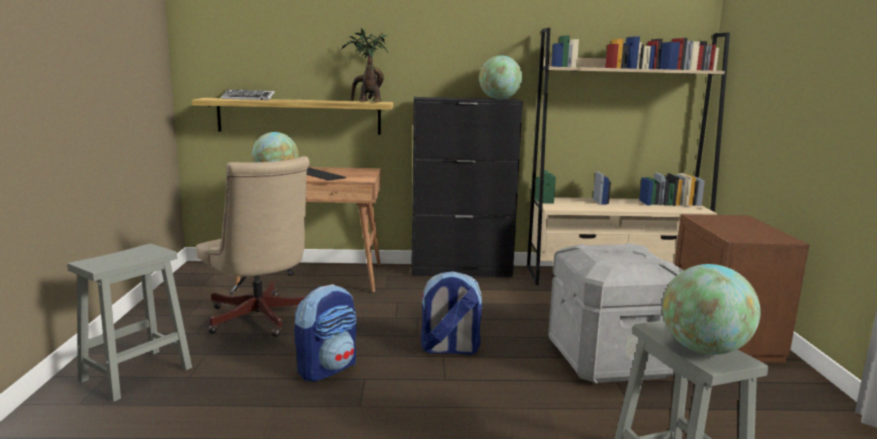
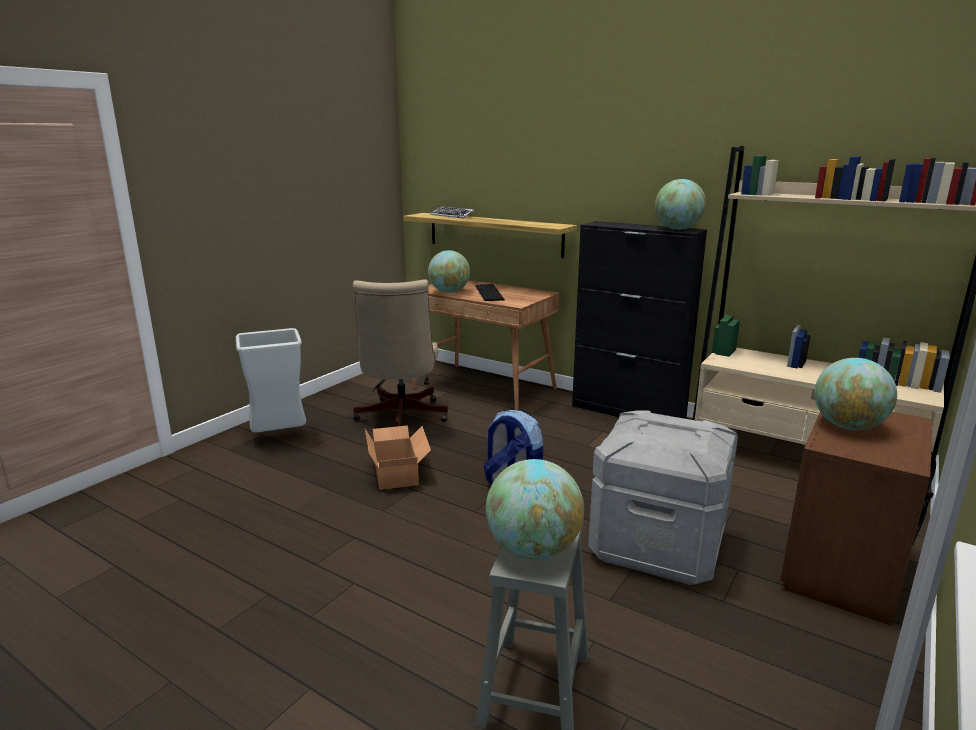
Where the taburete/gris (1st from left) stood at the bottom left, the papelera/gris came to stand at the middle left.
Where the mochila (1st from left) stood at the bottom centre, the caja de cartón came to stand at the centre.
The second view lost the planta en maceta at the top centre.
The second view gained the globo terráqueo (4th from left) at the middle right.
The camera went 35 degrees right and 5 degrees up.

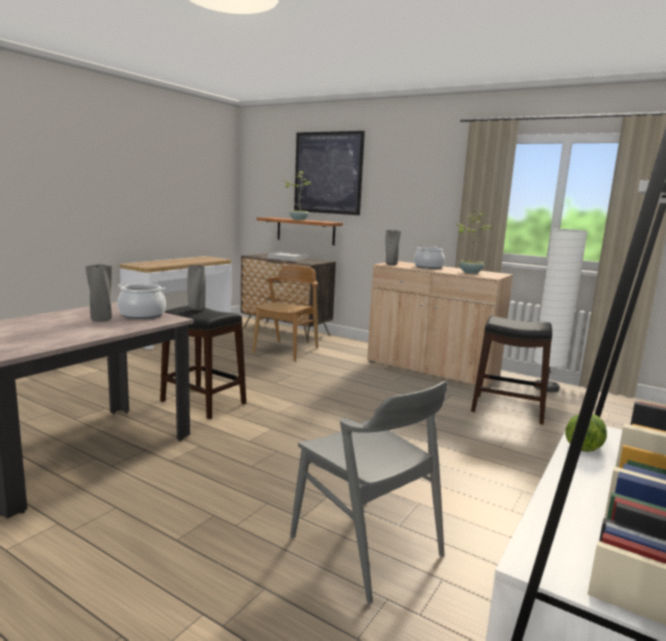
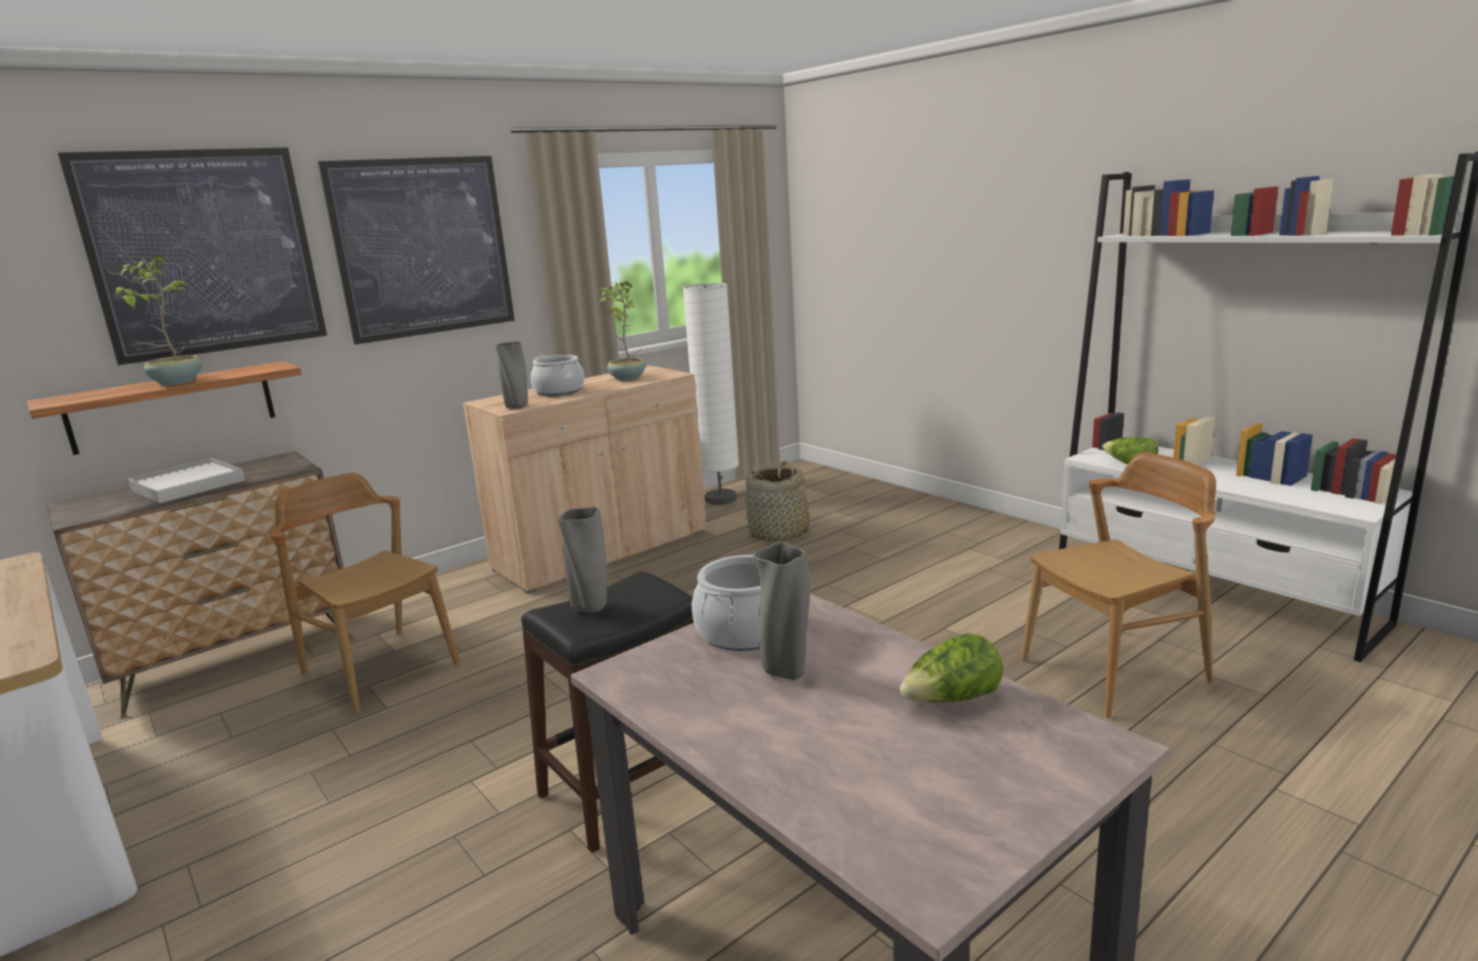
What was the silla/gris at the bottom centre turned into the silla/marrón (2nd from left) at the middle right.
Where the taburete/negro (2nd from left) stood at the middle right, the cesta came to stand at the centre.
The second view gained the cuadro (2nd from left) at the top left.
The second view gained the lechuga (1st from left) at the bottom centre.
The camera went 70 degrees left and 5 degrees up.

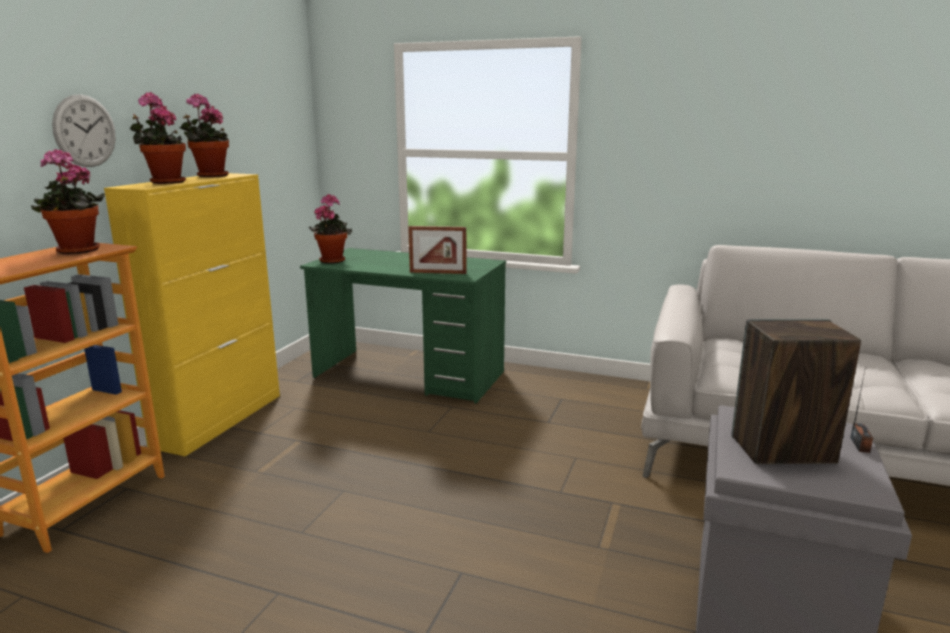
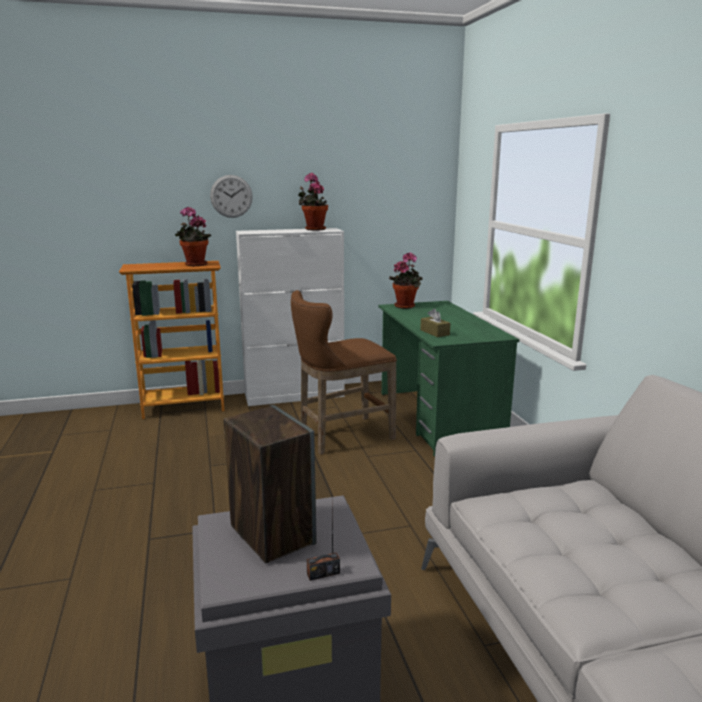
What was the armario/amarillo at the middle left turned into the armario/blanco at the centre.
The second view lost the planta en maceta (2nd from left) at the top left.
Where the portarretratos stood at the centre, the caja de pañuelos/marrón came to stand at the centre.
The second view gained the taburete/marrón at the centre.
The camera went 55 degrees right and 0 degrees up.

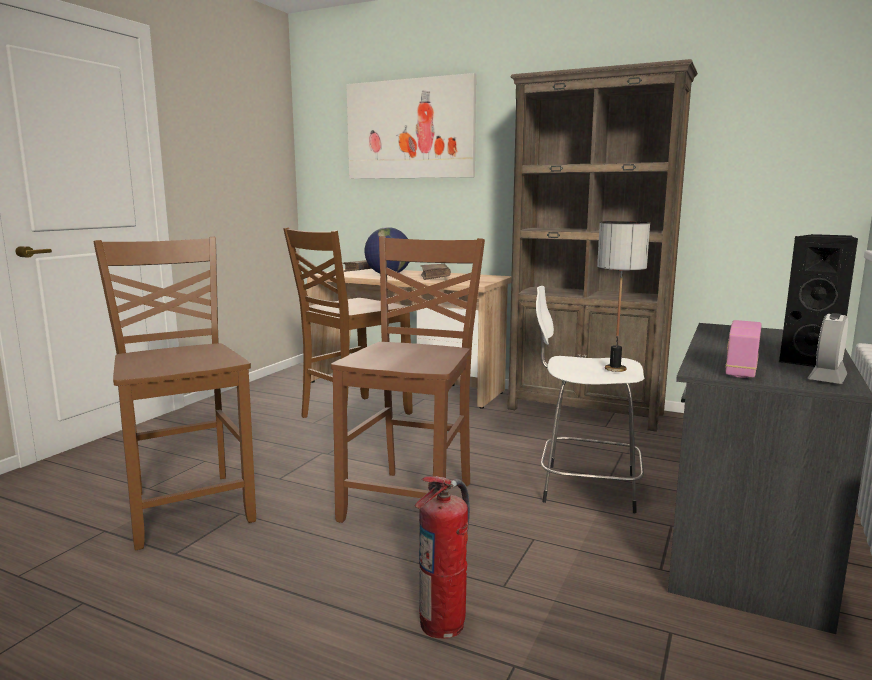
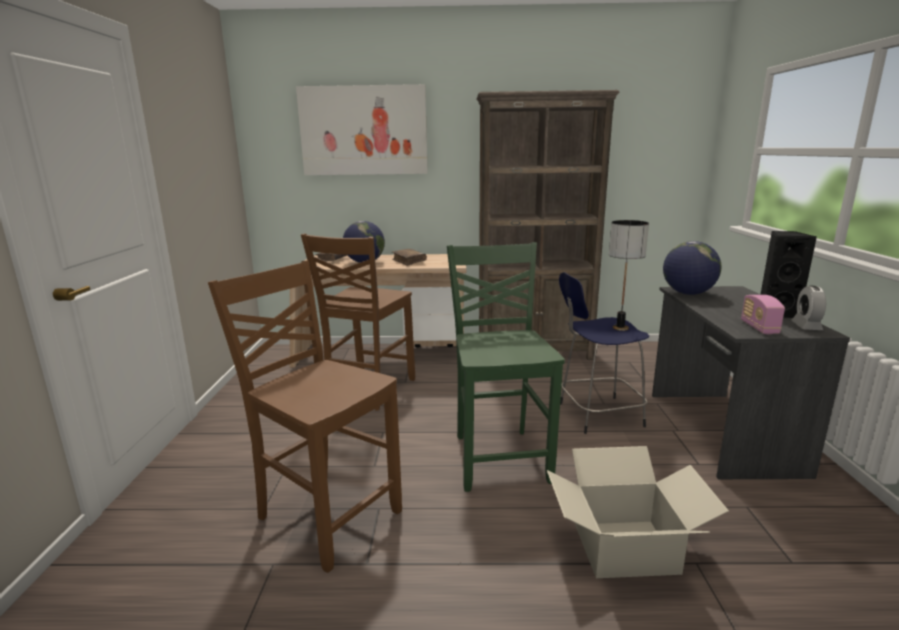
What was the silla/marrón (3rd from left) at the centre turned into the silla/verde at the centre.
Where the extintor stood at the bottom centre, the caja de cartón came to stand at the bottom right.
What was the taburete/blanco at the middle right turned into the taburete/azul at the middle right.
The second view gained the globo terráqueo (2nd from left) at the middle right.
The camera went 25 degrees left and 5 degrees up.

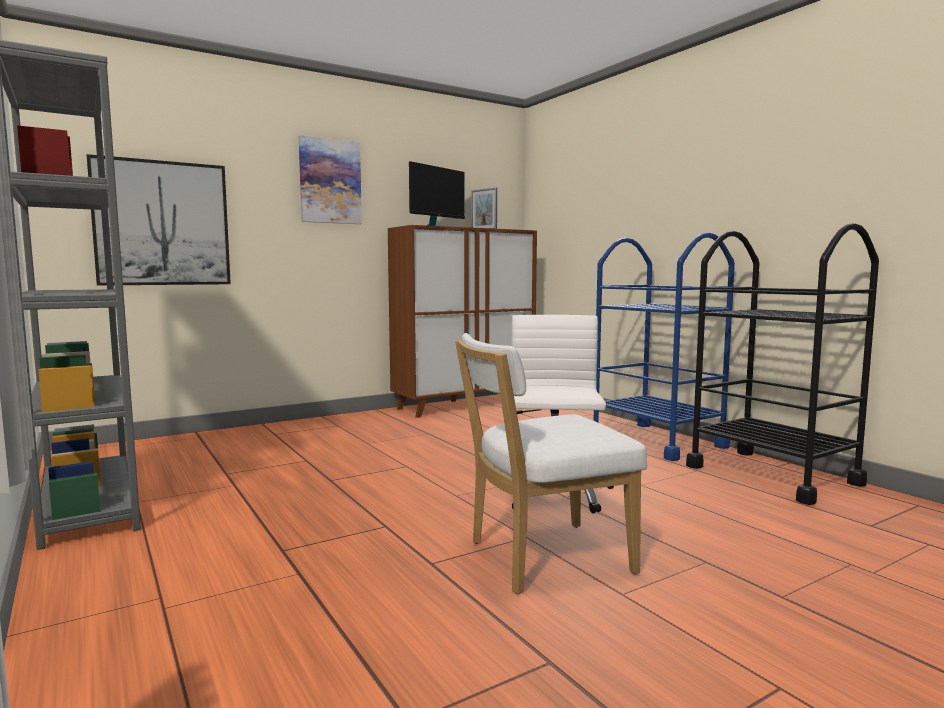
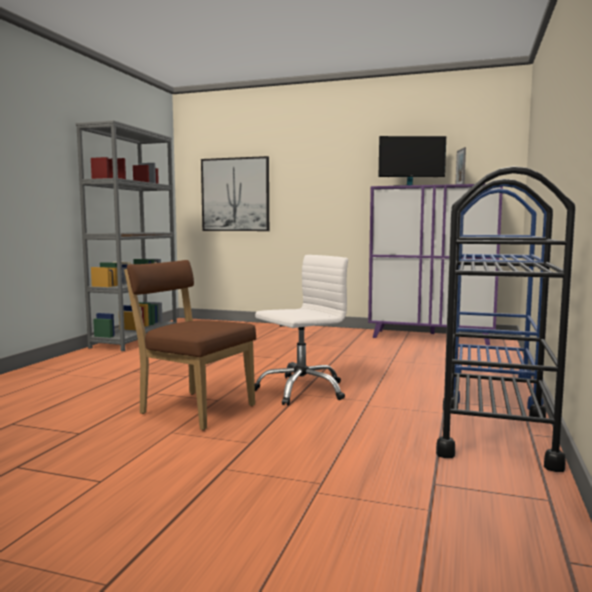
The second view lost the cuadro (2nd from left) at the top centre.
What was the armario/marrón at the centre turned into the armario/morado at the middle right.
What was the silla/blanco at the centre turned into the silla/marrón at the middle left.
The camera went 50 degrees right and 0 degrees up.

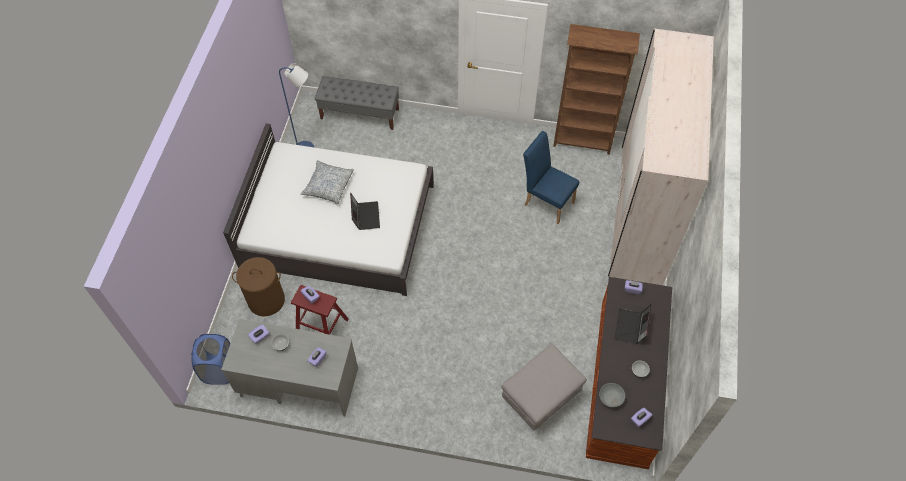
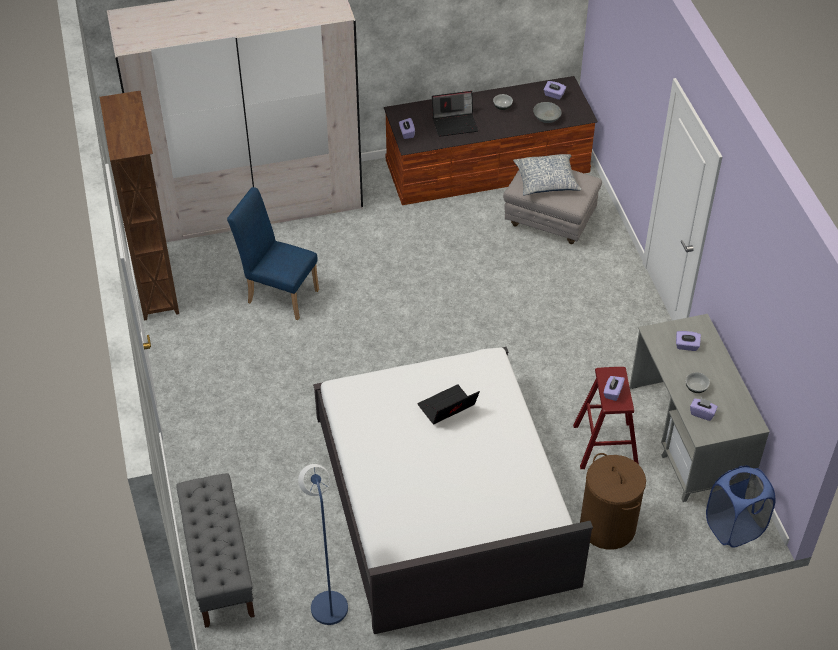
The cojín ended up elsewhere, having gone from the centre to the top centre.
The silla/azul at the centre ended up facing another way, 105 degrees clockwise from before.
The camera went 115 degrees left and 10 degrees down.

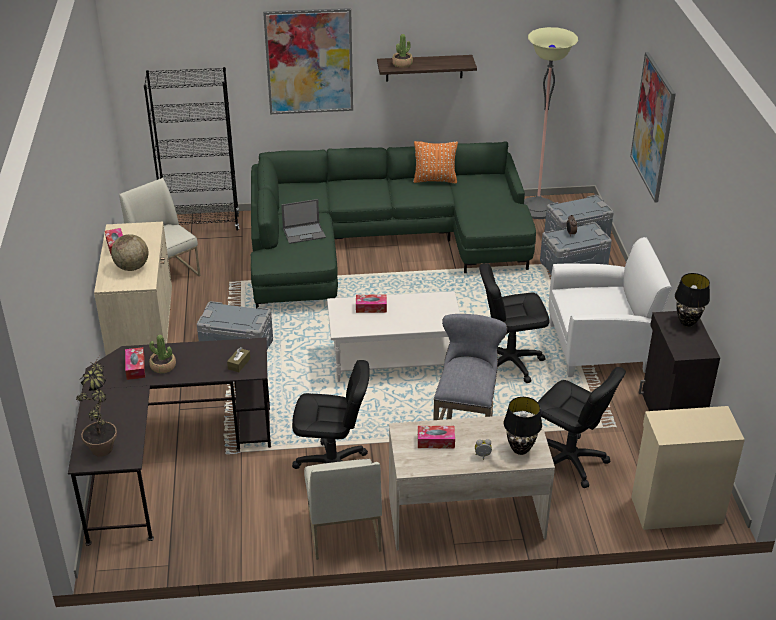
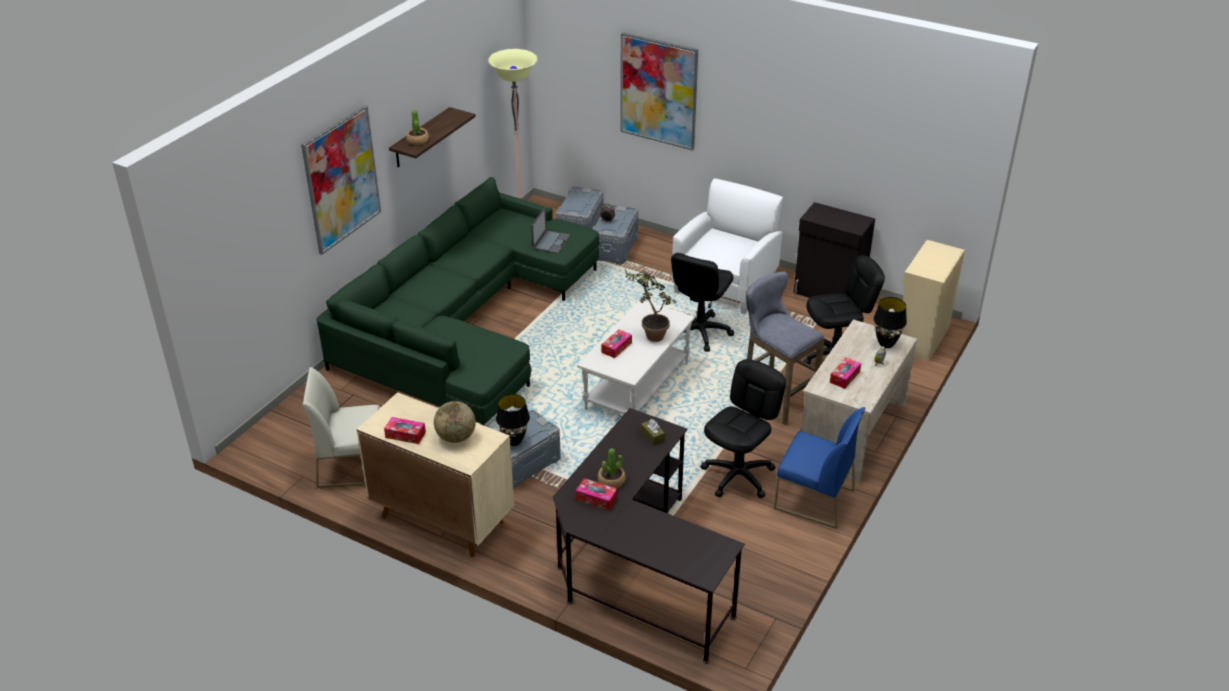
The planta en maceta (1st from left in the first image) ended up elsewhere, having gone from the middle left to the centre.
The second view lost the estantería/negro at the top left.
The portátil ended up elsewhere, having gone from the centre to the top centre.
What was the silla/blanco (2nd from left) at the bottom centre turned into the silla/azul at the bottom centre.
The second view lost the cojín/naranja at the top centre.
The lámpara de mesa/negro (2nd from left in the first image) ended up elsewhere, having gone from the middle right to the centre.
The camera went 55 degrees left and 0 degrees up.

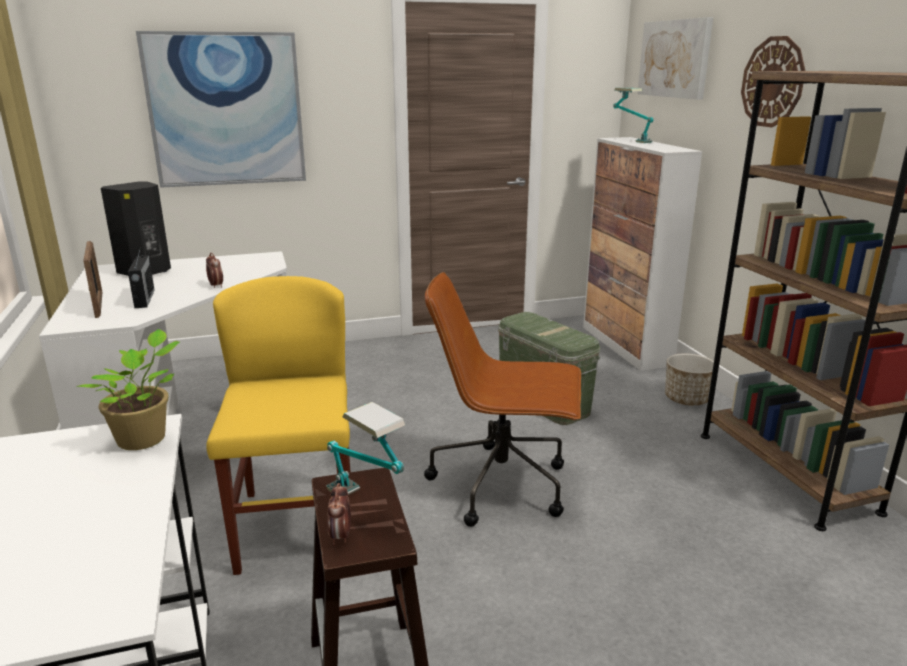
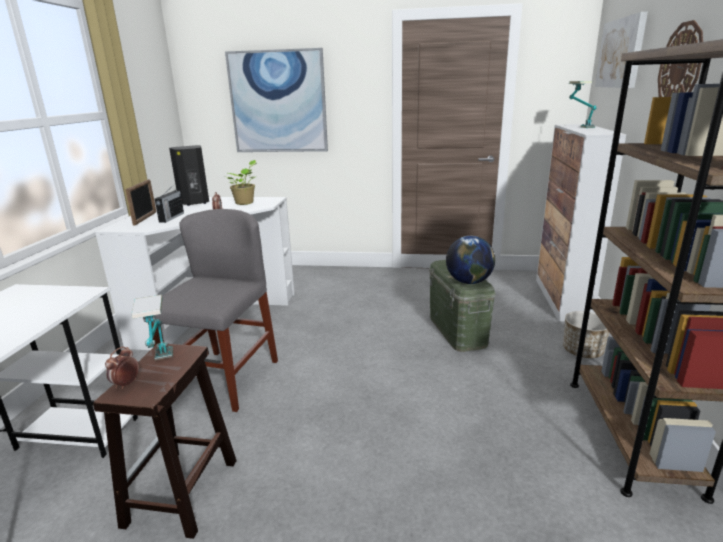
The planta en maceta ended up elsewhere, having gone from the middle left to the centre.
What was the silla/amarillo at the middle left turned into the silla/gris at the middle left.
The second view lost the silla de oficina/marrón at the centre.
The second view gained the globo terráqueo at the centre.
The camera went 25 degrees right and 0 degrees up.

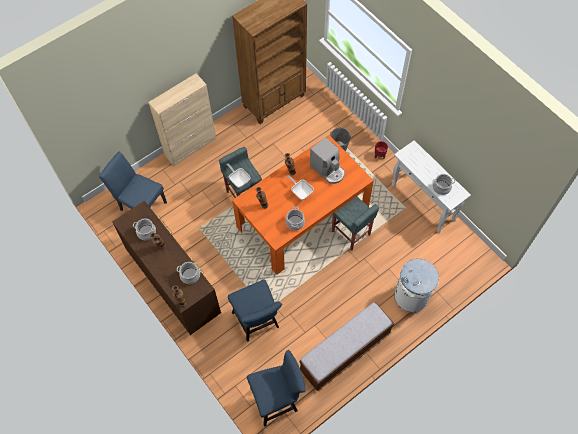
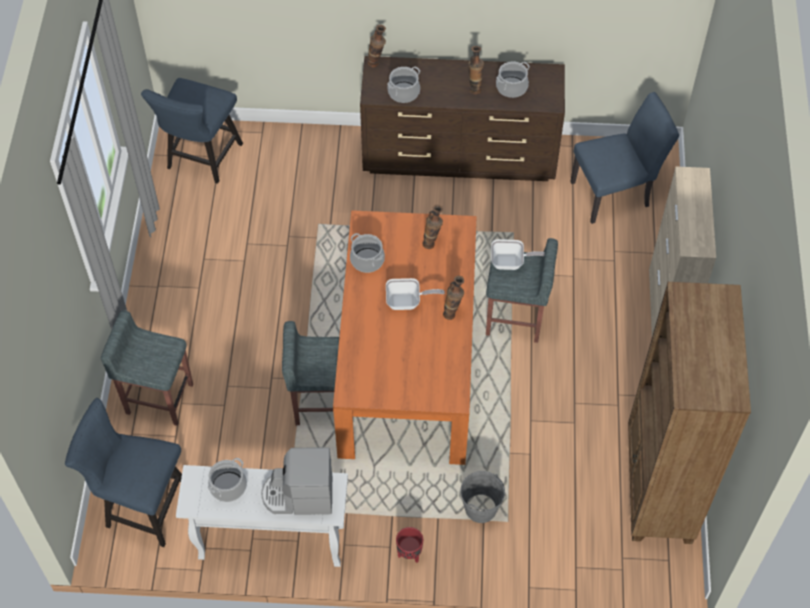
The silla/azul (2nd from left in the first image) ended up elsewhere, having gone from the bottom centre to the bottom left.
The second view lost the banco at the bottom centre.
The cafetera ended up elsewhere, having gone from the centre to the bottom centre.
Where the papelera/blanco stood at the middle right, the taburete/gris (1st from left) came to stand at the middle left.
The camera went 130 degrees right and 5 degrees down.

